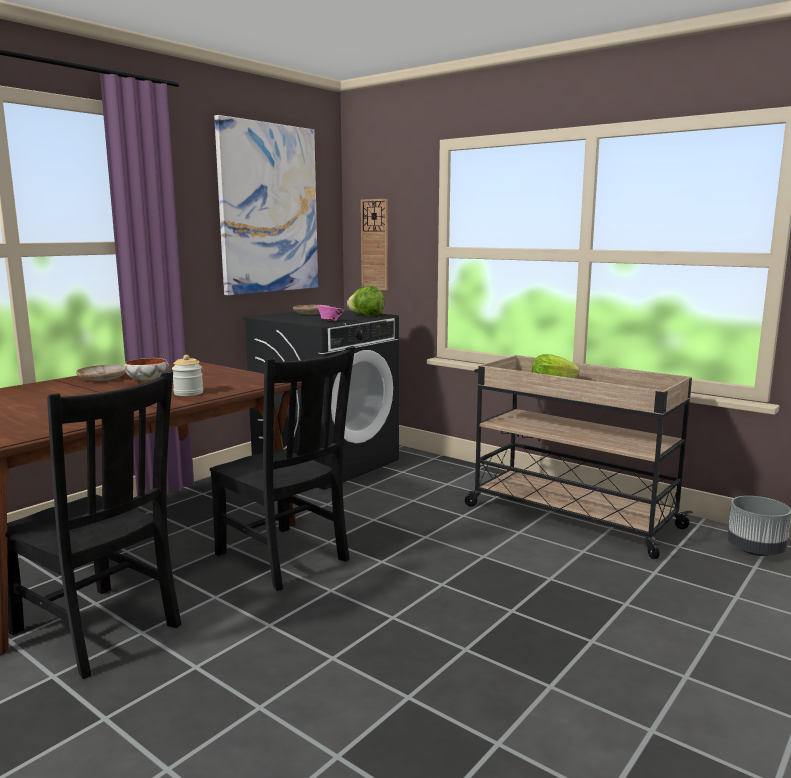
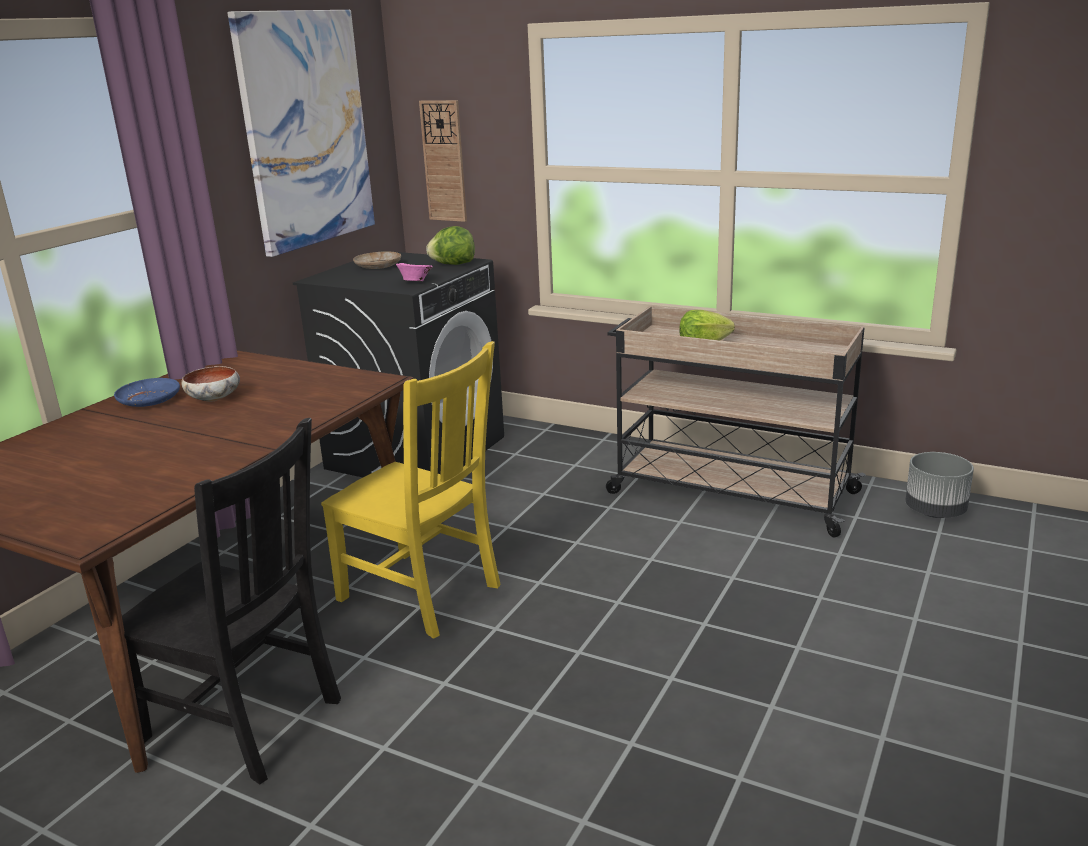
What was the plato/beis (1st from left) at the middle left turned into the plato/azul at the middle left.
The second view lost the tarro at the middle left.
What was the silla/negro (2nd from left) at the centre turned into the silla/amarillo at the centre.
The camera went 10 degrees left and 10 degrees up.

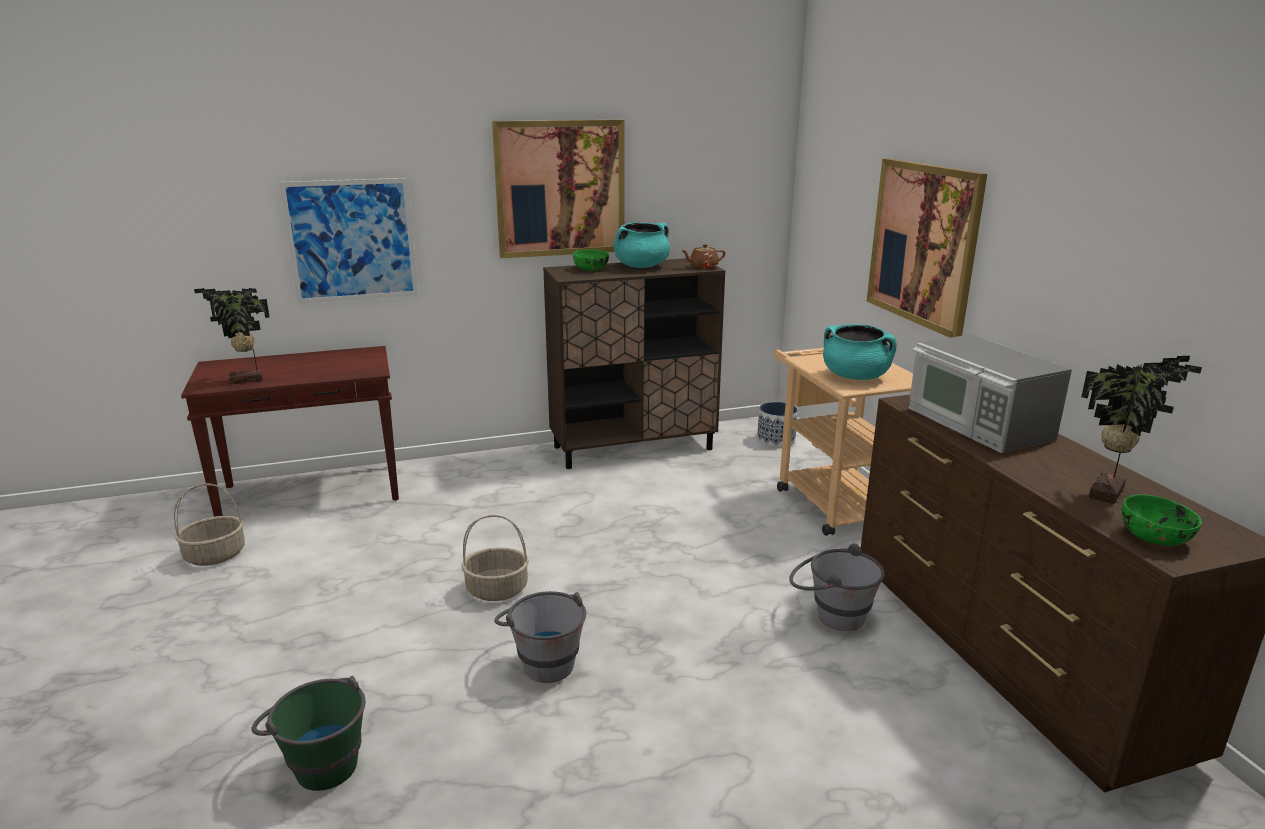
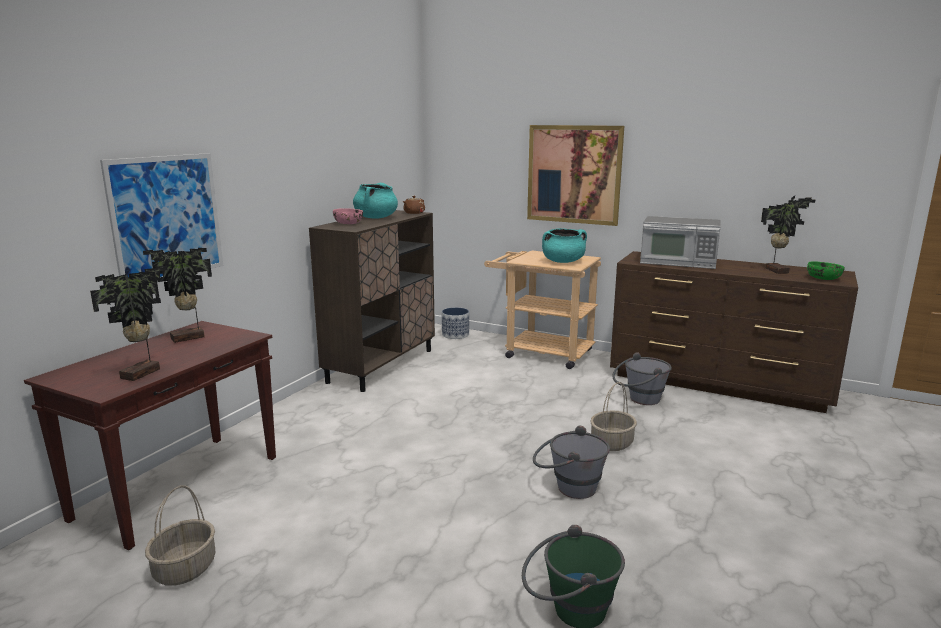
The cesta (2nd from left) ended up elsewhere, having gone from the bottom centre to the centre.
The second view lost the cuadro (2nd from left) at the top centre.
What was the cuenco/verde (1st from left) at the top centre turned into the cuenco/rosa at the centre.
The second view gained the planta en maceta (2nd from left) at the middle left.
The camera went 45 degrees left and 5 degrees down.

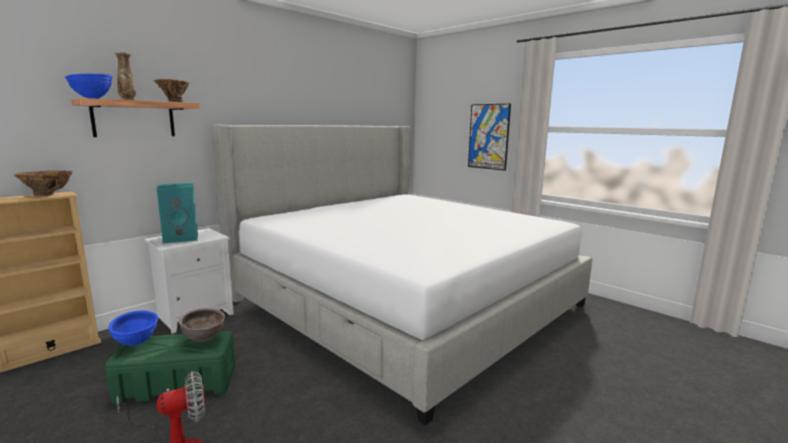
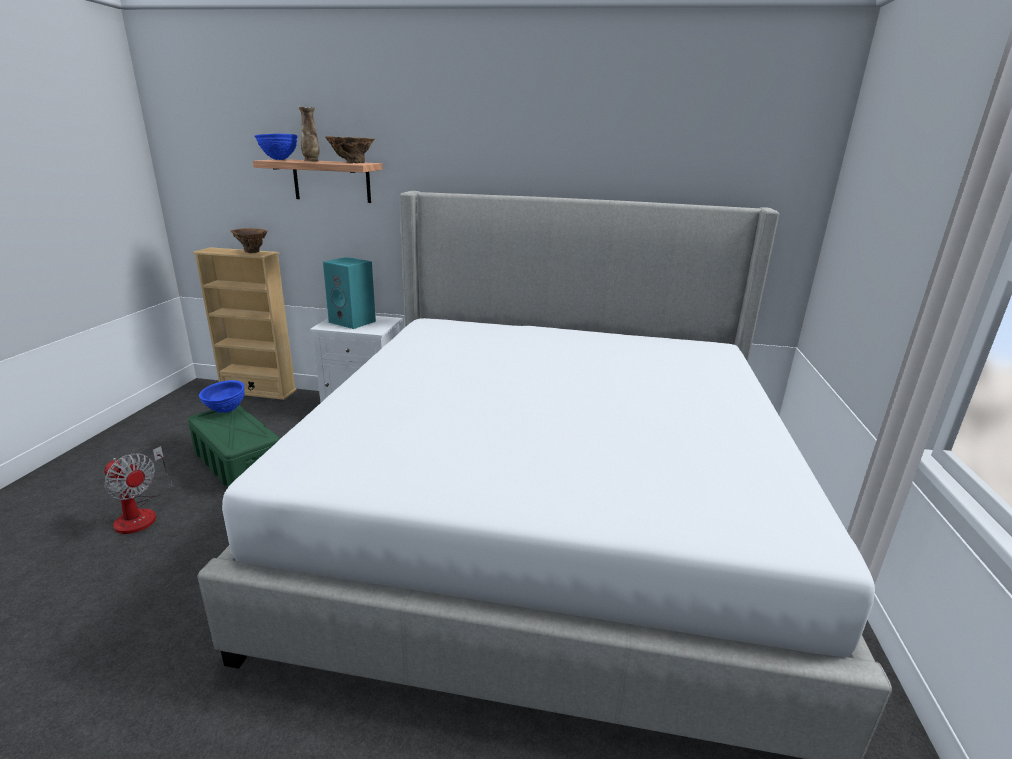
The second view lost the cuenco/marrón at the bottom left.
The second view lost the cuadro at the top centre.
The camera went 55 degrees right and 10 degrees up.

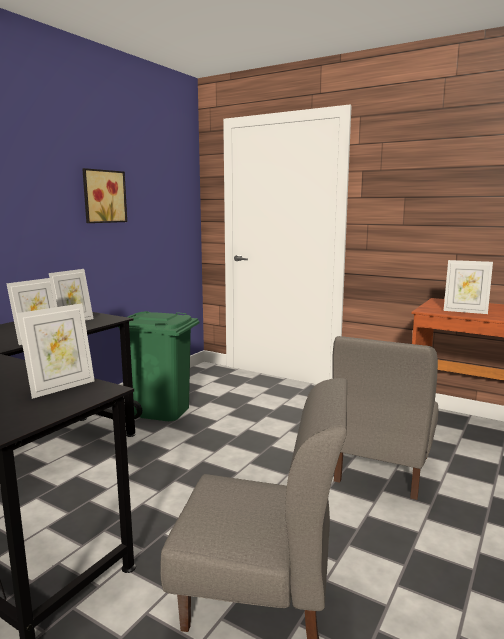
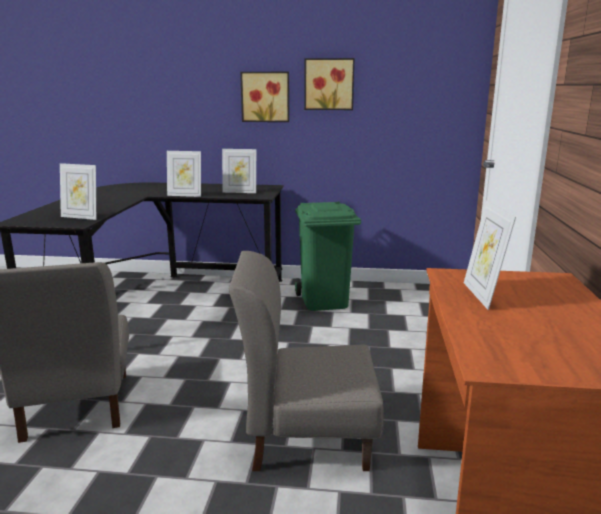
The second view gained the cuadro (1st from left) at the top centre.
The camera went 65 degrees right and 5 degrees up.

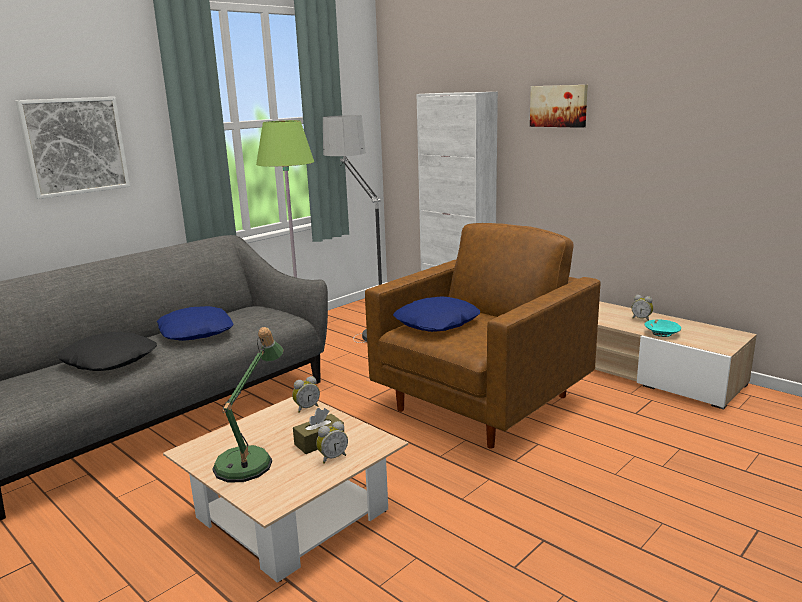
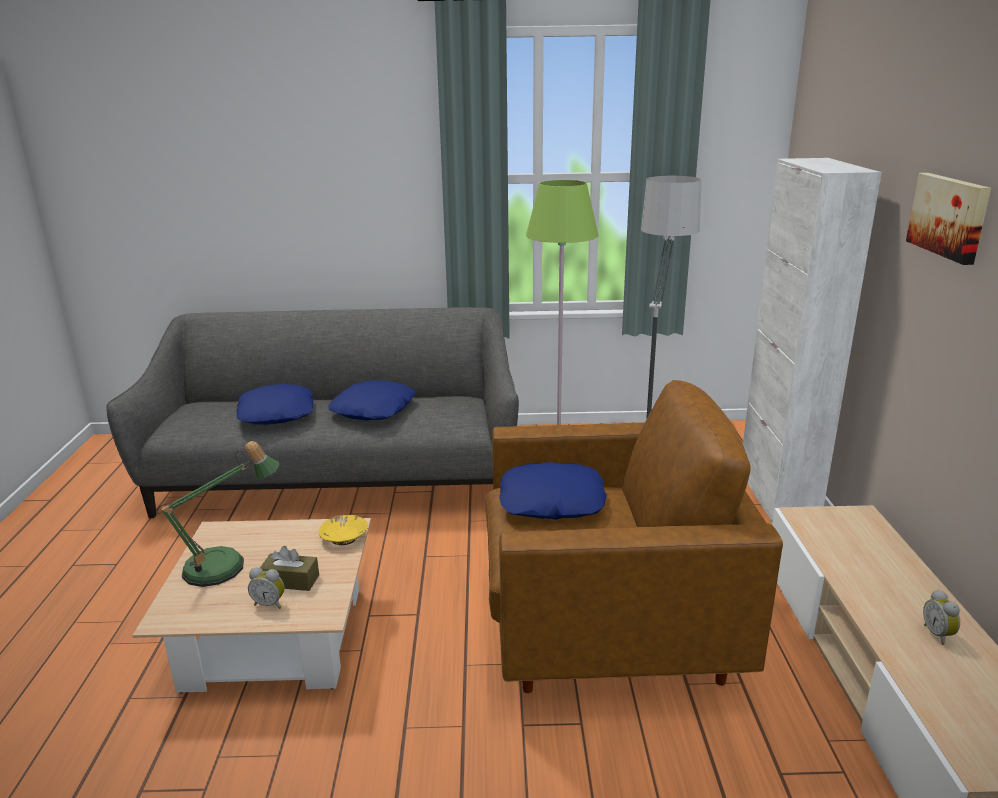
The second view lost the cuadro (1st from left) at the top left.
What was the cojín/negro at the middle left turned into the cojín/azul (1st from left) at the middle left.
Where the despertador (1st from left) stood at the centre, the cuenco/amarillo came to stand at the centre.
The second view lost the cuenco/turquesa at the middle right.
The camera went 45 degrees right and 5 degrees up.

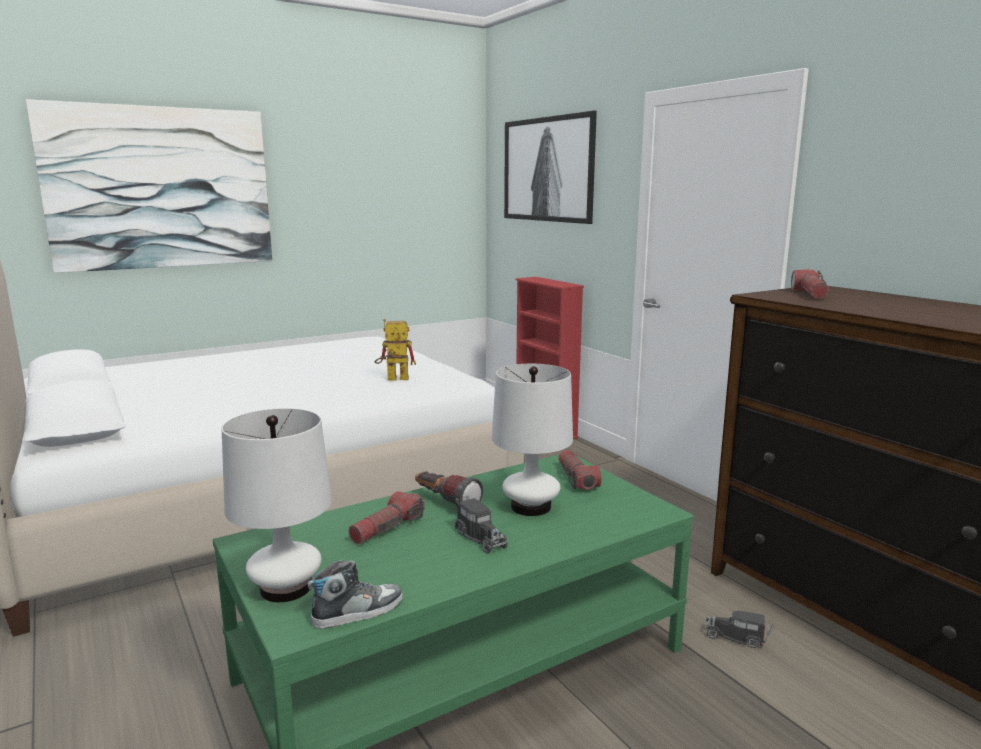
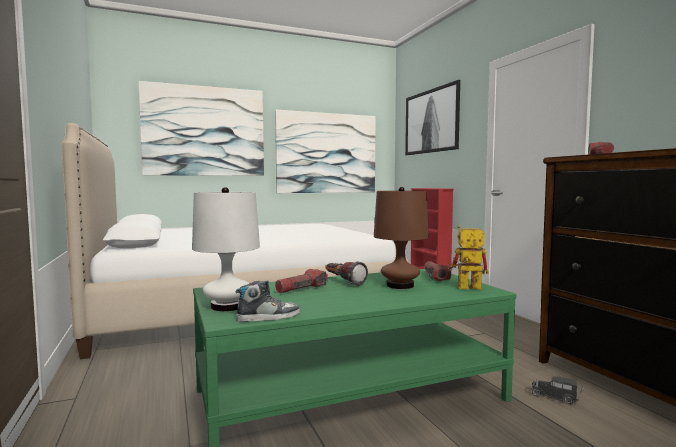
The robot de juguete ended up elsewhere, having gone from the centre to the middle right.
The second view lost the camión de juguete (1st from left) at the bottom centre.
What was the lámpara de mesa/blanco (2nd from left) at the centre turned into the lámpara de mesa/marrón at the centre.
The second view gained the cuadro (2nd from left) at the centre.
The camera went 10 degrees right and 10 degrees down.

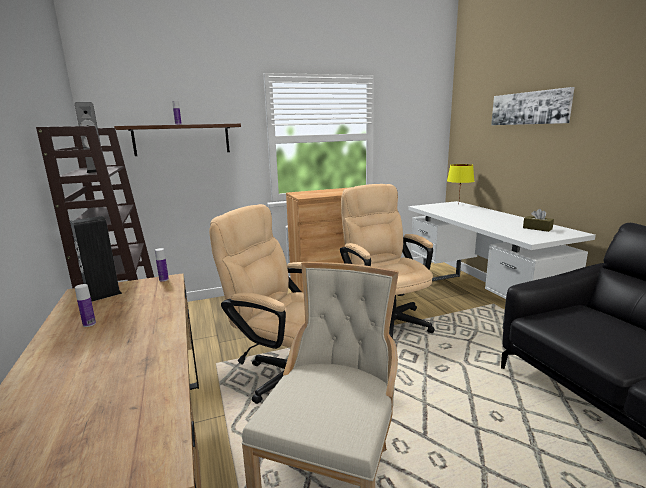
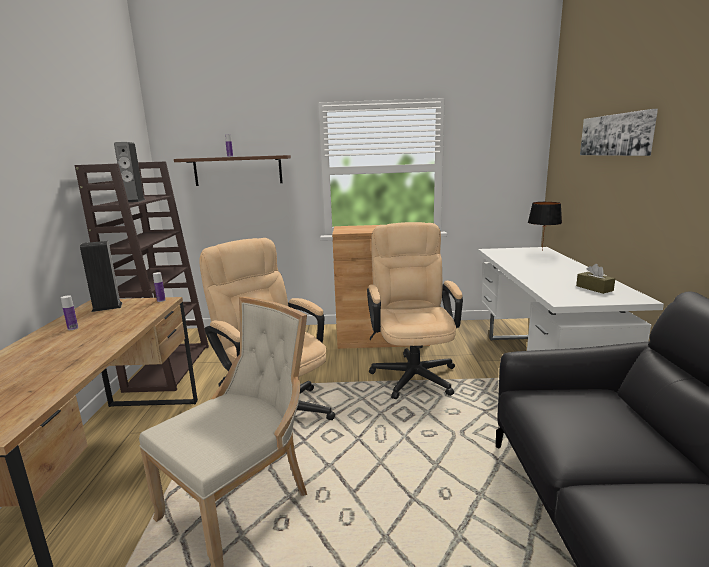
What was the lámpara de mesa/amarillo at the middle right turned into the lámpara de mesa/negro at the middle right.
The camera went 20 degrees right and 0 degrees up.

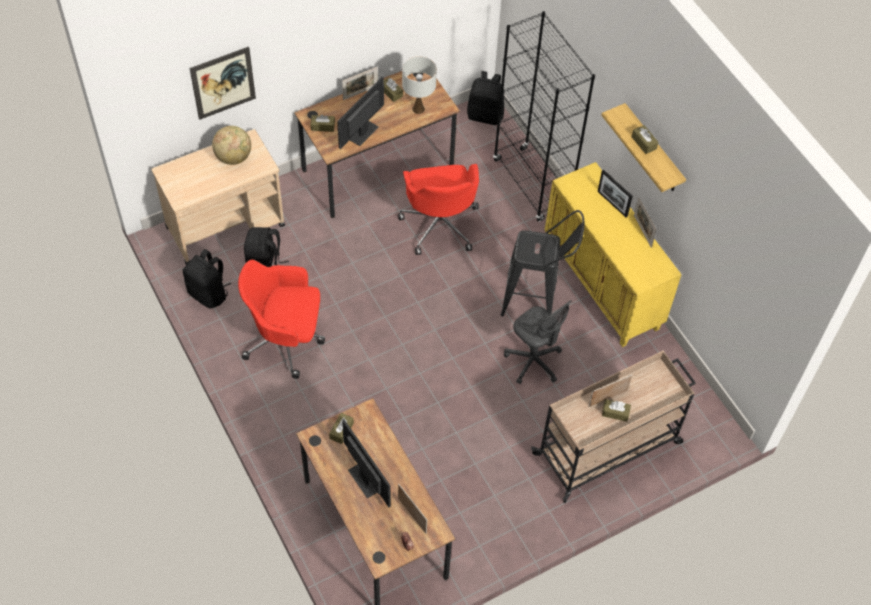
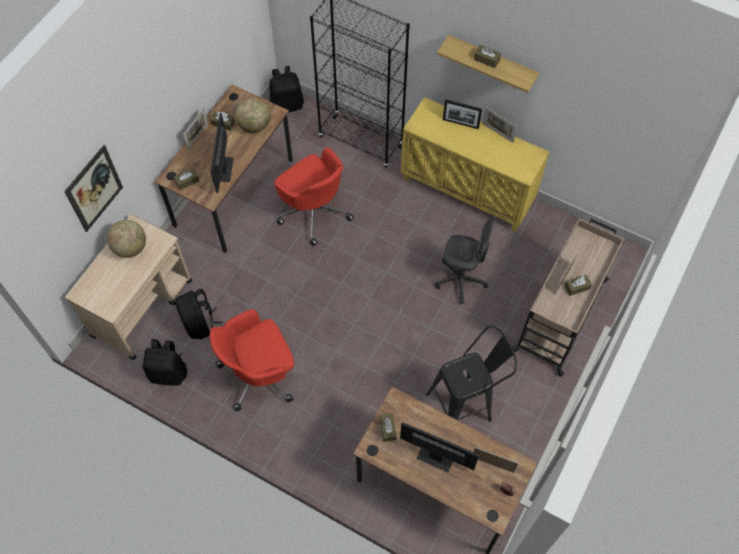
Where the lámpara de mesa/blanco stood at the top centre, the globo terráqueo (2nd from left) came to stand at the top centre.
The taburete/negro ended up elsewhere, having gone from the centre to the bottom centre.
The camera went 30 degrees left and 5 degrees up.

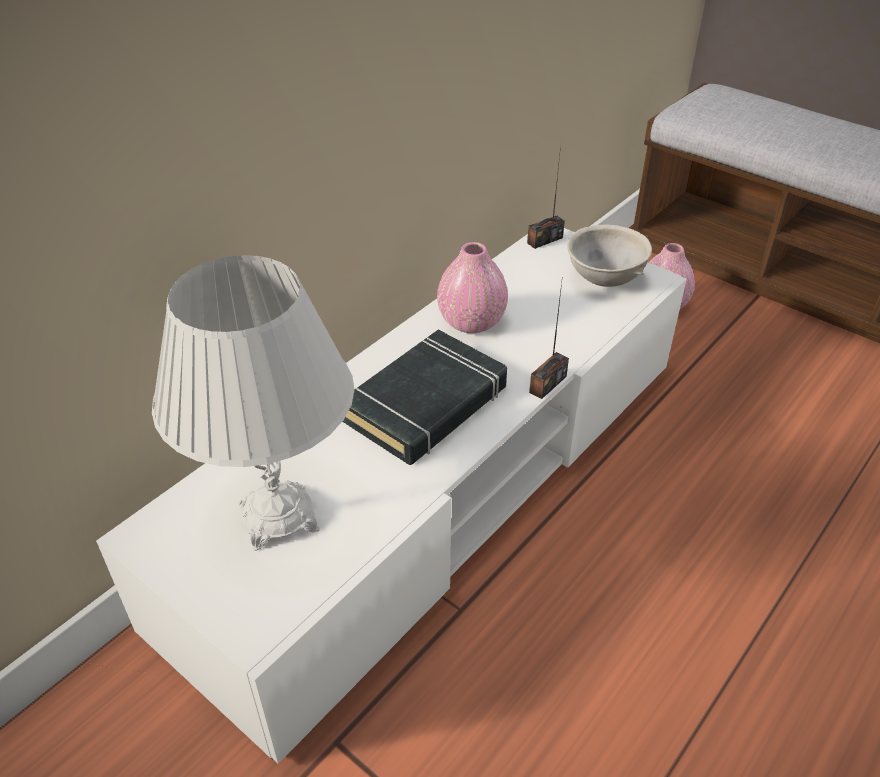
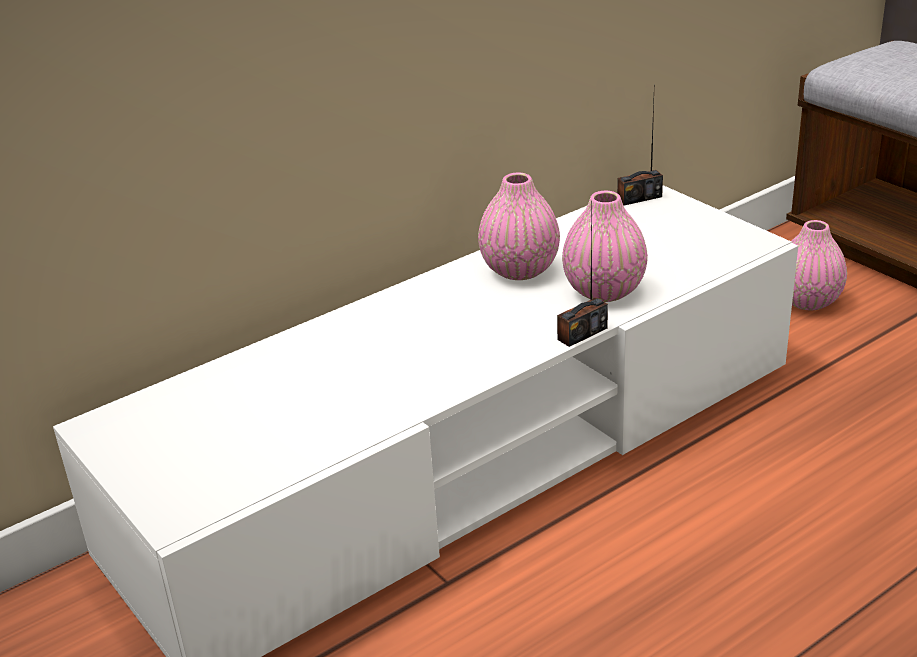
The second view lost the lámpara de mesa/blanco at the middle left.
The second view lost the libro/negro at the centre.
The second view lost the cuenco/gris at the top right.
The second view gained the florero/rosa (2nd from left) at the centre.
The camera went 15 degrees right and 10 degrees down.

